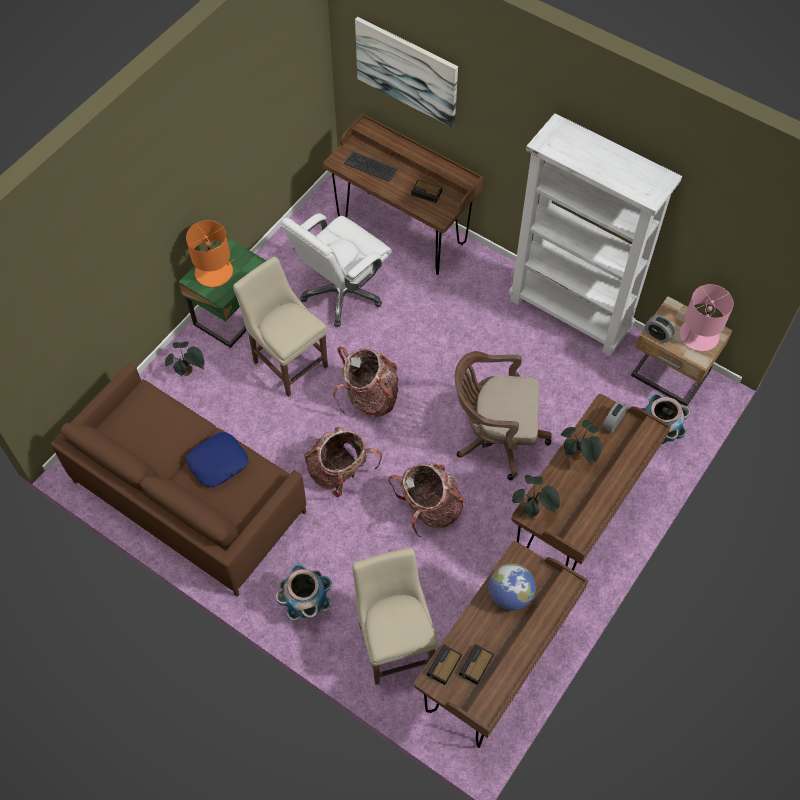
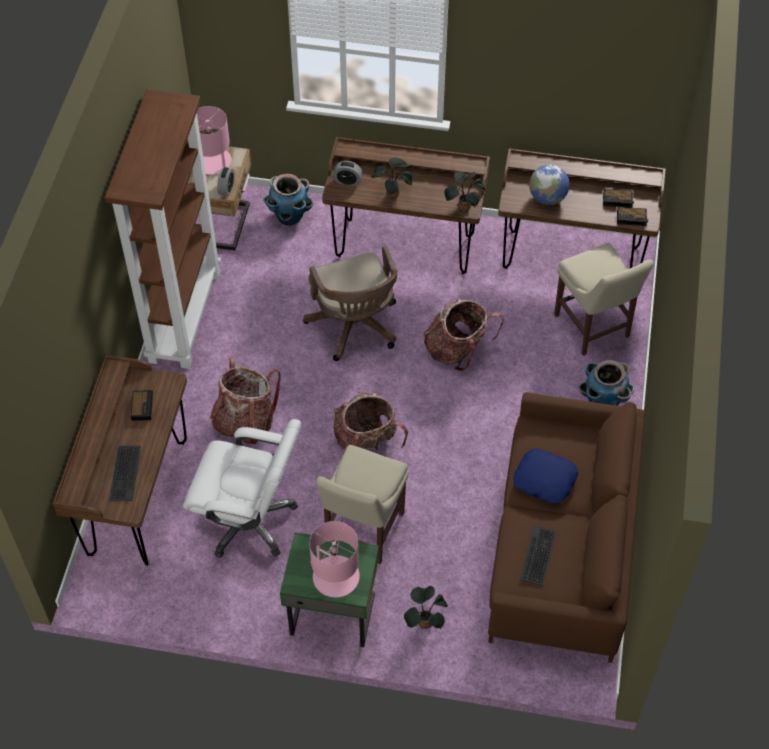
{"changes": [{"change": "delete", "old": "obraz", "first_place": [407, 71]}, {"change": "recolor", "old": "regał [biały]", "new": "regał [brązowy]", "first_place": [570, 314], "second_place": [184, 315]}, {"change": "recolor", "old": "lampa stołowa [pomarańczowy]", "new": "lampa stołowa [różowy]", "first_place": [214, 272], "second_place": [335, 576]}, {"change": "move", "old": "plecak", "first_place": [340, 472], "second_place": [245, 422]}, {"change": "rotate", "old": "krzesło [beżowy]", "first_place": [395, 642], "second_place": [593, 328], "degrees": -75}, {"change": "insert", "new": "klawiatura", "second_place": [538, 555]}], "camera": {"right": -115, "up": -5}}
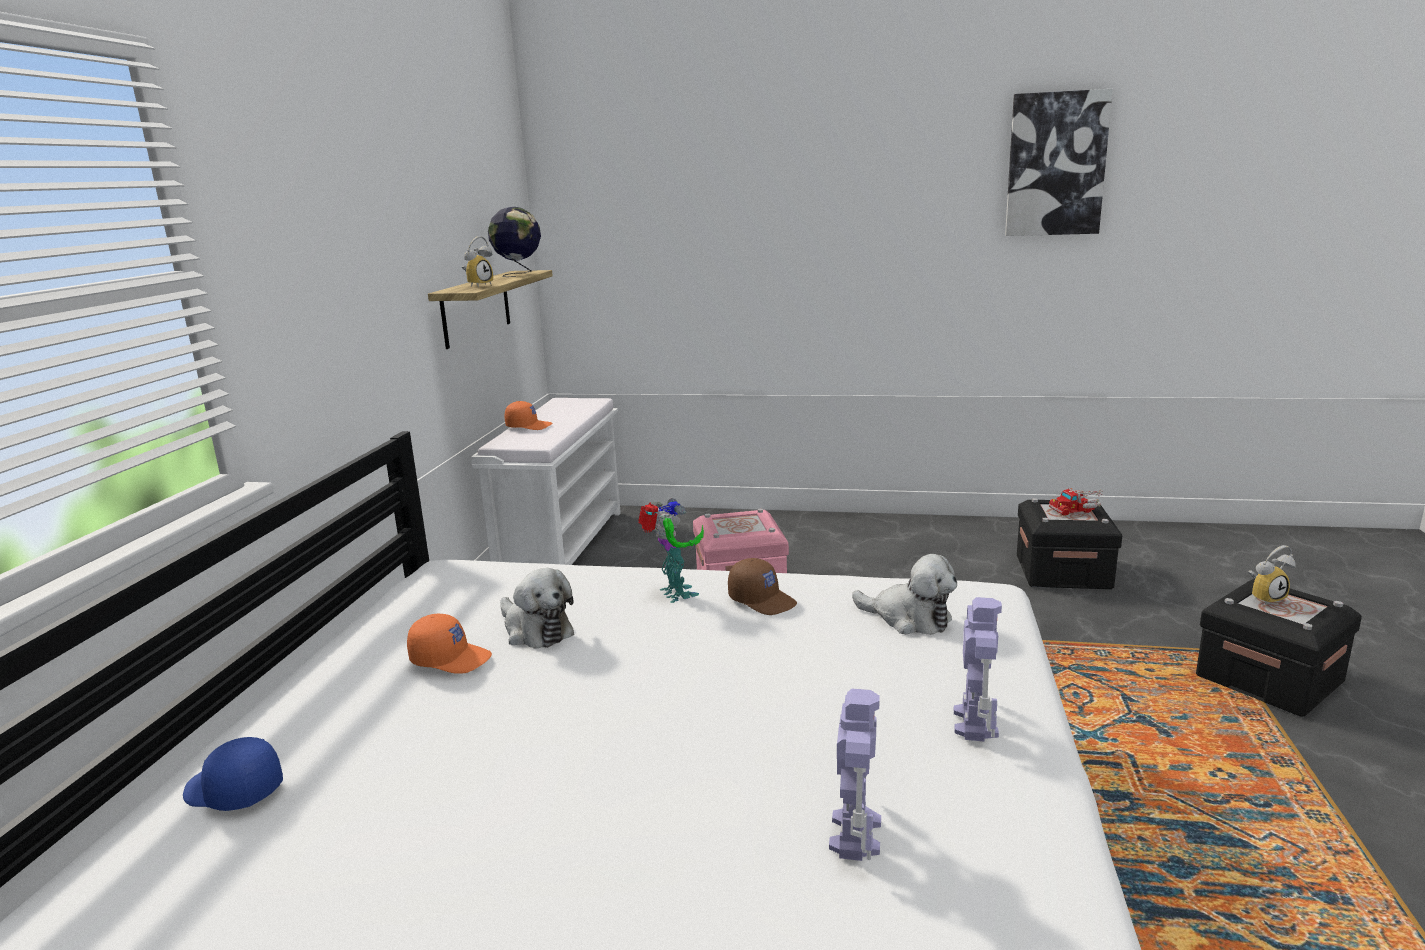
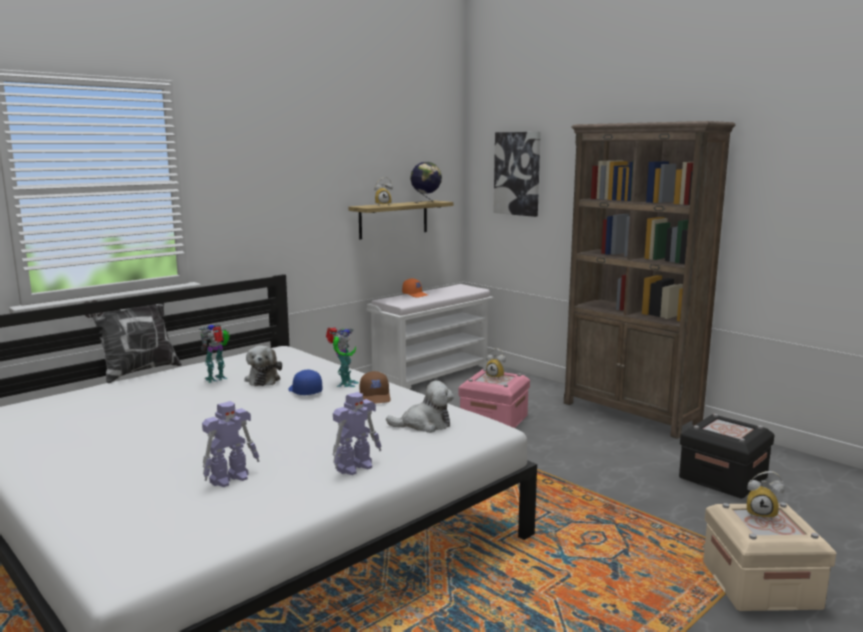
{"changes": [{"change": "move", "old": "obraz", "first_place": [1056, 164], "second_place": [517, 173]}, {"change": "delete", "old": "ciężarówka zabawkowa", "first_place": [1077, 509]}, {"change": "rotate", "old": "pluszak", "first_place": [909, 618], "second_place": [424, 424], "degrees": -75}, {"change": "recolor", "old": "pojemnik do przechowywania [czarny]", "new": "pojemnik do przechowywania [beżowy]", "first_place": [1269, 678], "second_place": [760, 585]}, {"change": "replace", "old": "czapka z daszkiem [pomarańczowy]", "new": "robot zabawkowy", "first_place": [451, 658], "second_place": [217, 379]}, {"change": "move", "old": "czapka z daszkiem [niebieski]", "first_place": [232, 791], "second_place": [304, 391]}, {"change": "insert", "new": "regał [brązowy]", "second_place": [631, 414]}, {"change": "insert", "new": "poduszka", "second_place": [137, 372]}, {"change": "insert", "new": "budzik", "second_place": [496, 376]}], "camera": {"right": 35, "up": -5}}
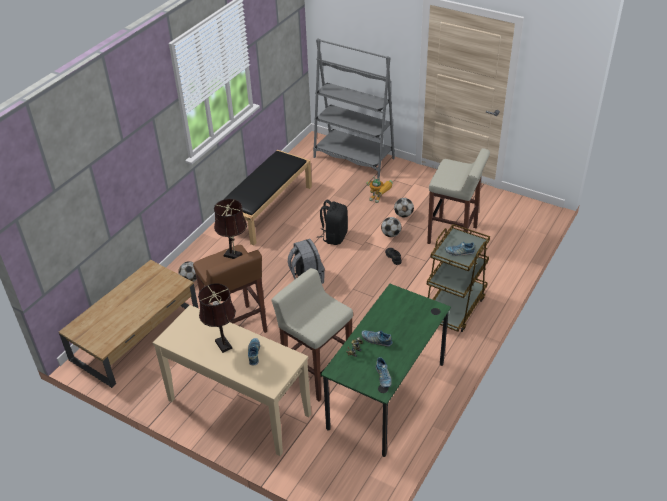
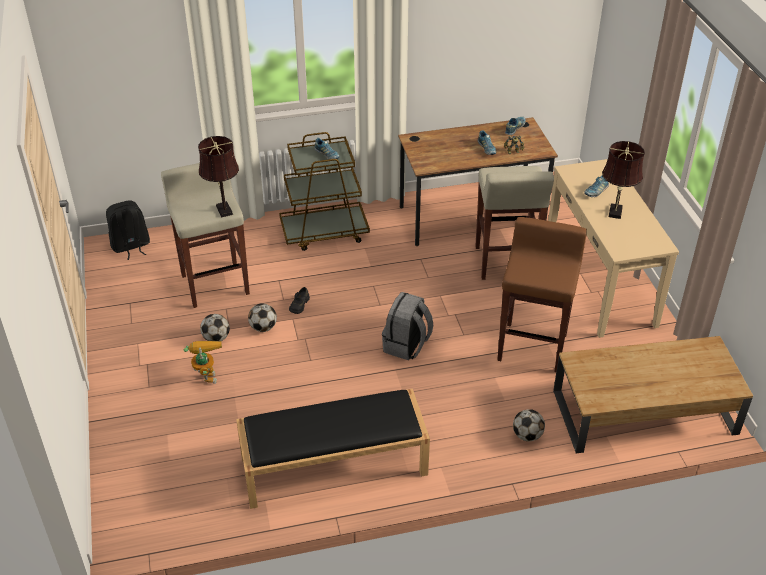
{"changes": [{"change": "delete", "old": "regał [szary]", "first_place": [354, 158]}, {"change": "move", "old": "lampa stołowa [brązowy]", "first_place": [234, 255], "second_place": [223, 209]}, {"change": "move", "old": "plecak [czarny]", "first_place": [334, 236], "second_place": [130, 246]}, {"change": "recolor", "old": "biurko [zielony]", "new": "biurko [brązowy]", "first_place": [386, 395], "second_place": [471, 216]}], "camera": {"right": -135, "up": 0}}
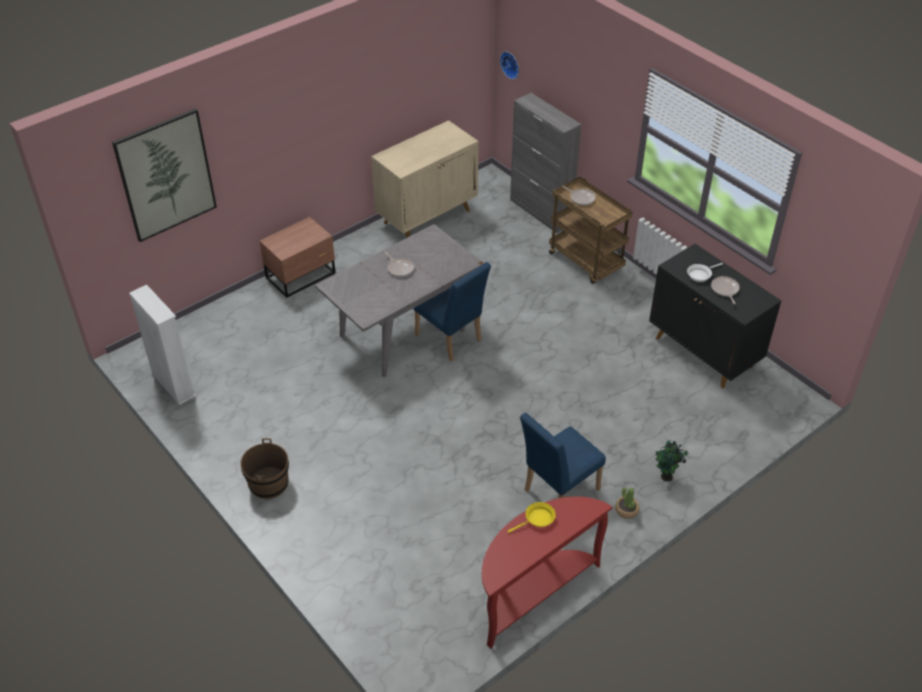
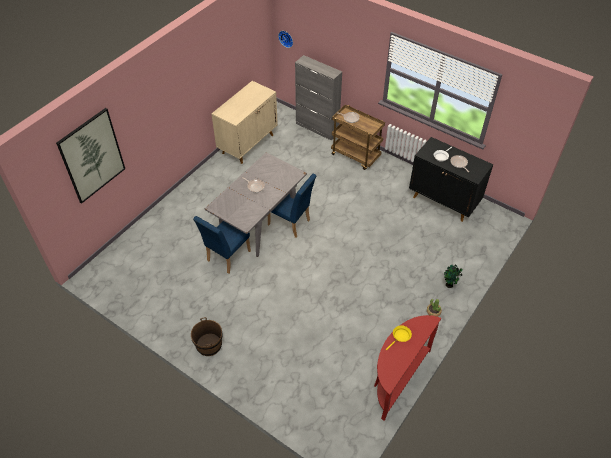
{"changes": [{"change": "delete", "old": "szafka nocna [brązowy]", "first_place": [302, 275]}, {"change": "delete", "old": "regał [biały]", "first_place": [173, 385]}, {"change": "move", "old": "krzesło [niebieski]", "first_place": [557, 492], "second_place": [226, 258]}], "camera": {"right": -15, "up": 5}}
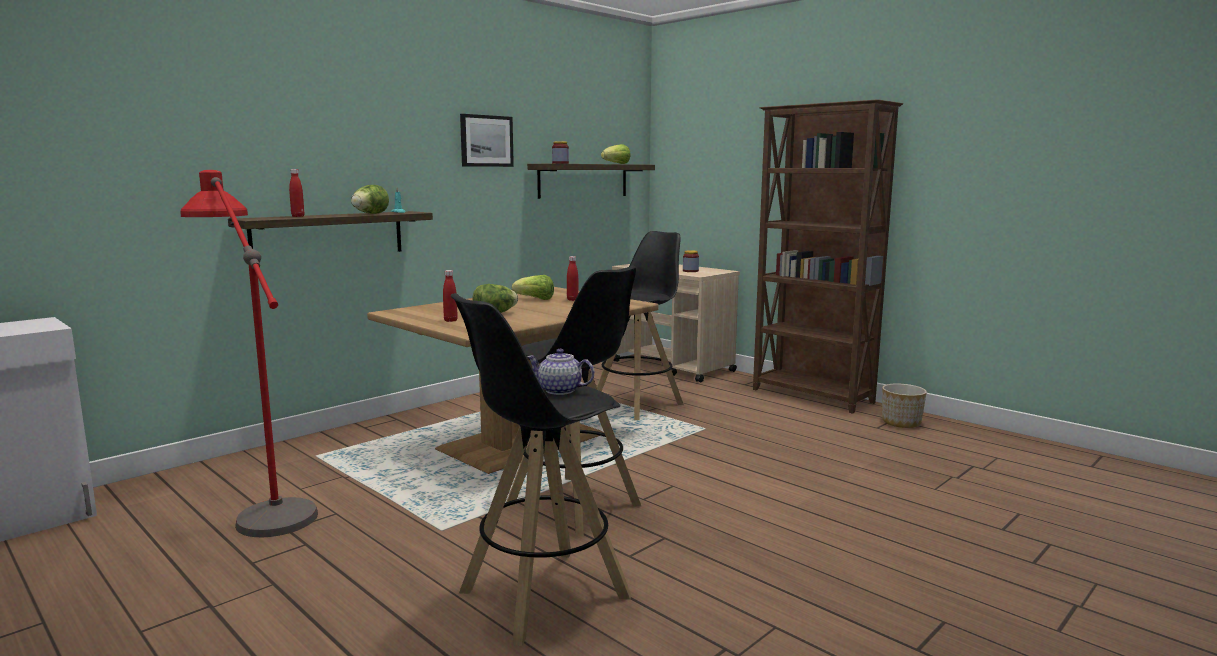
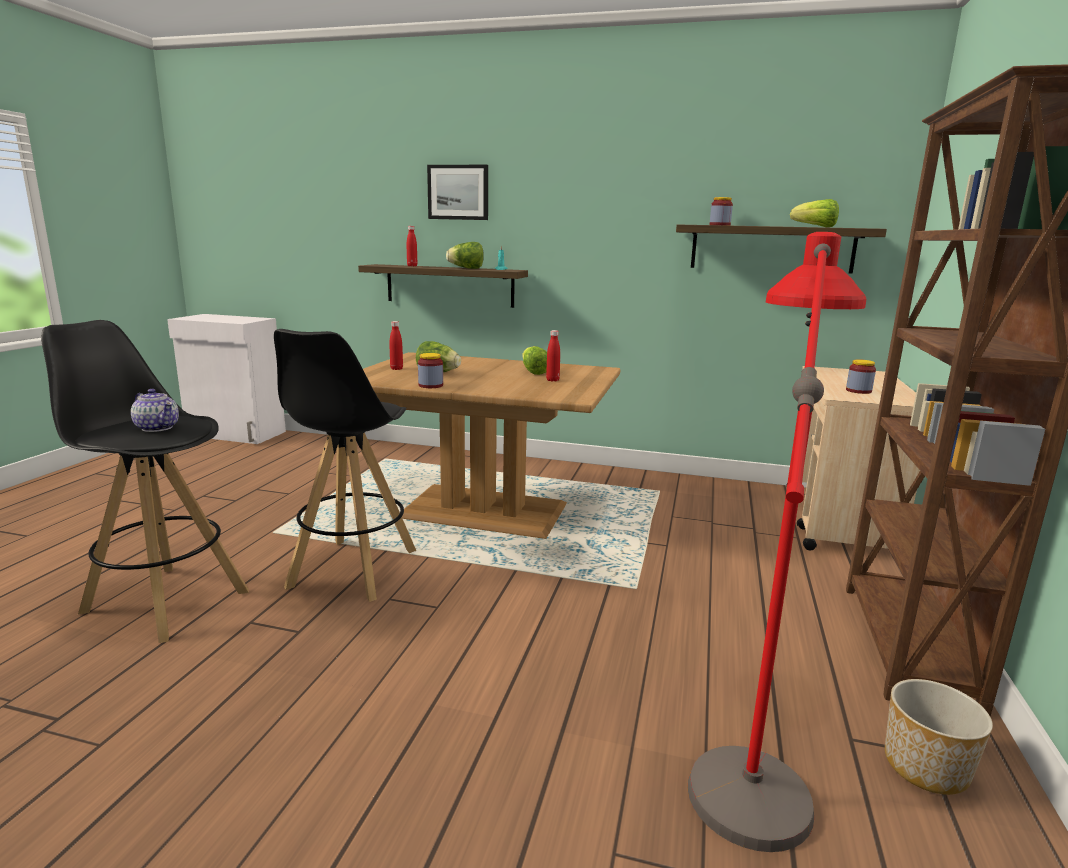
{"changes": [{"change": "move", "old": "obraz", "first_place": [486, 141], "second_place": [458, 192]}, {"change": "move", "old": "lampa stojąca [czerwony]", "first_place": [262, 501], "second_place": [754, 739]}, {"change": "delete", "old": "stołek [czarny]", "first_place": [637, 405]}, {"change": "rotate", "old": "imbryk", "first_place": [560, 390], "second_place": [157, 427], "degrees": 135}, {"change": "insert", "new": "słoik", "second_place": [430, 385]}], "camera": {"right": 60, "up": 5}}
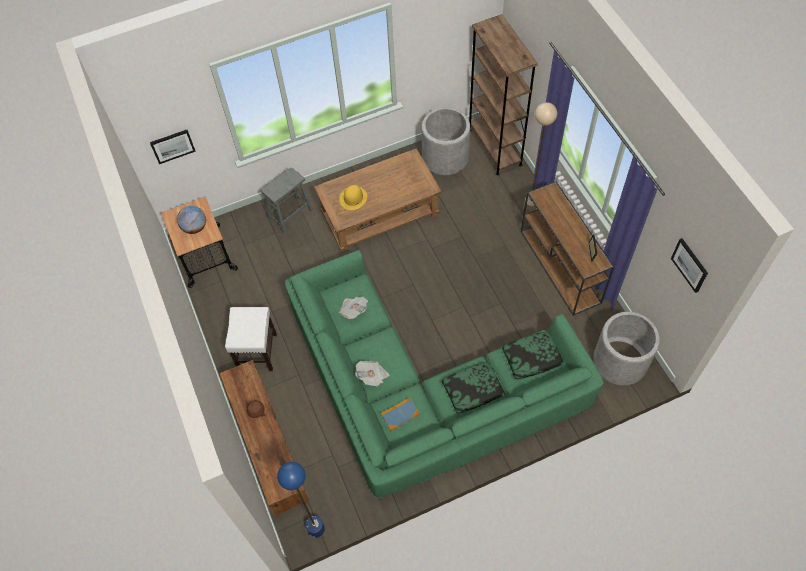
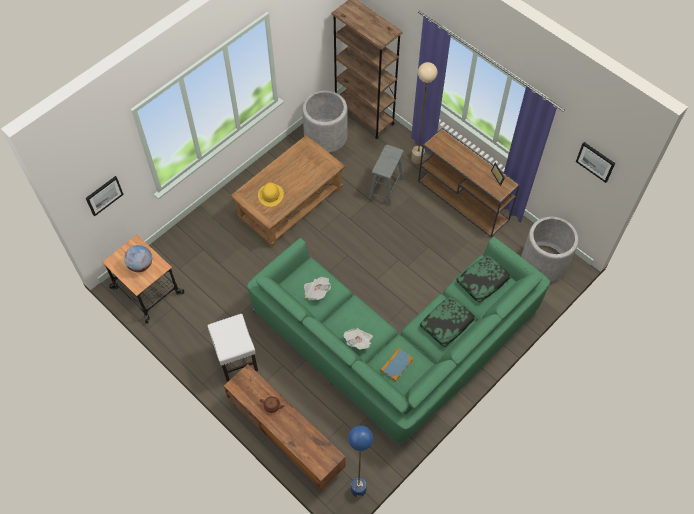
{"changes": [{"change": "move", "old": "stołek [szary]", "first_place": [290, 214], "second_place": [386, 188]}], "camera": {"right": -25, "up": 0}}
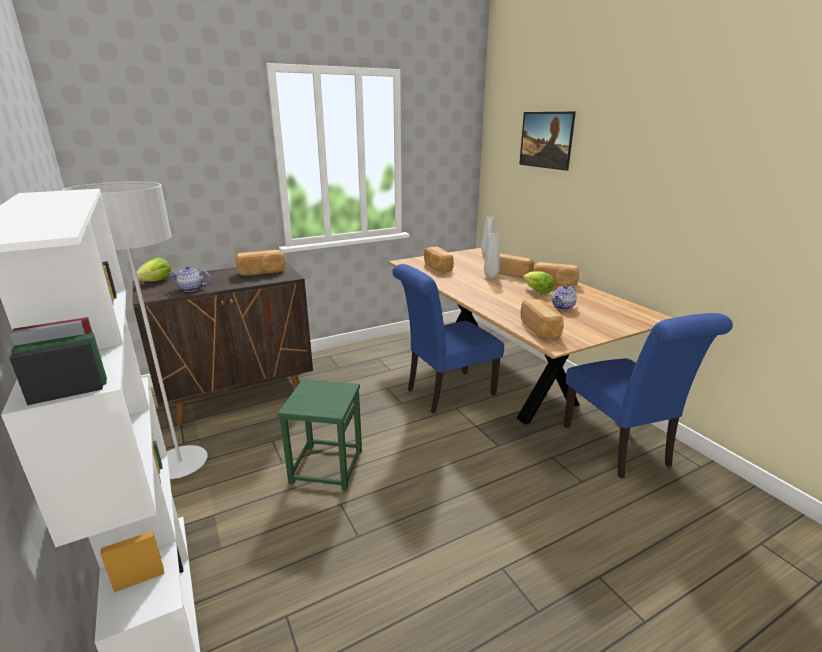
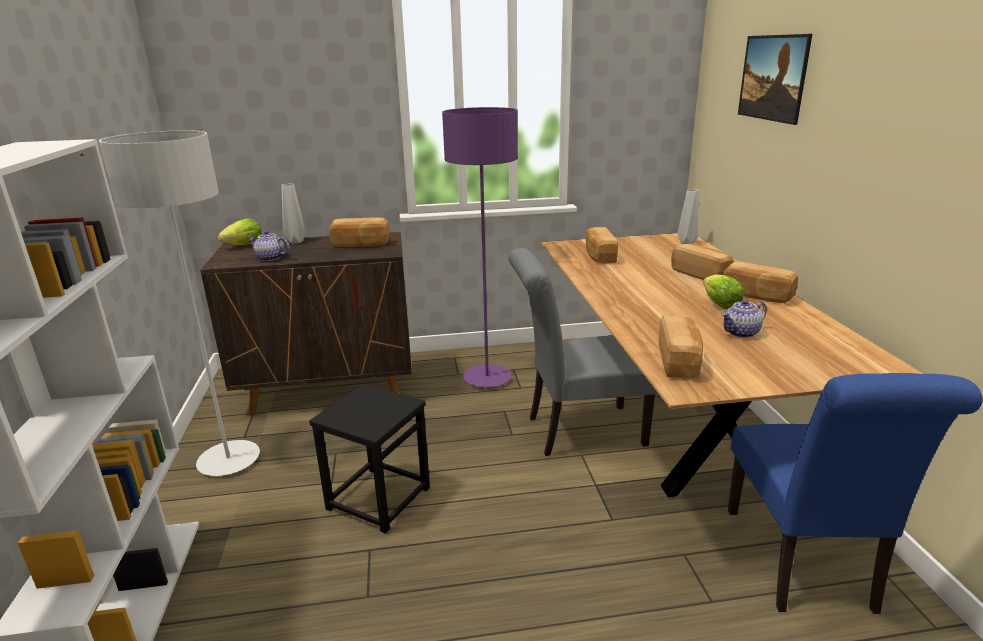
{"changes": [{"change": "move", "old": "wazon [szary]", "first_place": [491, 276], "second_place": [297, 242]}, {"change": "recolor", "old": "krzesło [niebieski]", "new": "krzesło [szary]", "first_place": [445, 393], "second_place": [578, 431]}, {"change": "recolor", "old": "stołek [zielony]", "new": "stołek [czarny]", "first_place": [326, 466], "second_place": [378, 498]}, {"change": "insert", "new": "lampa stojąca [fioletowy]", "second_place": [487, 378]}], "camera": {"right": 20, "up": 0}}
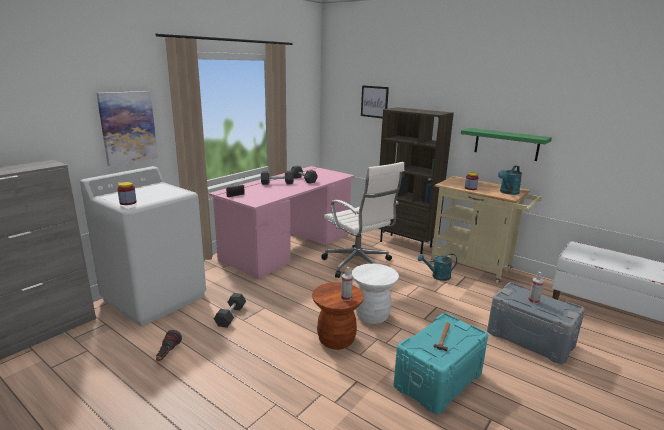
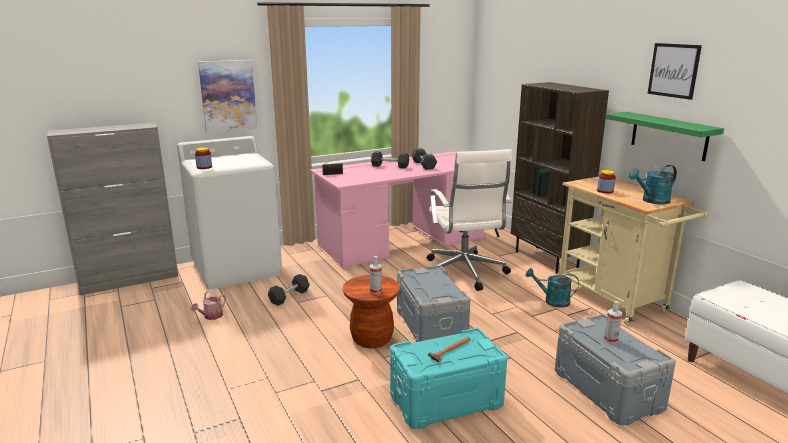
{"changes": [{"change": "move", "old": "obraz", "first_place": [374, 101], "second_place": [673, 70]}, {"change": "replace", "old": "stołek [biały]", "new": "pojemnik do przechowywania [szary]", "first_place": [372, 316], "second_place": [431, 325]}, {"change": "replace", "old": "latarka", "new": "konewka", "first_place": [167, 354], "second_place": [211, 316]}], "camera": {"right": 25, "up": 0}}
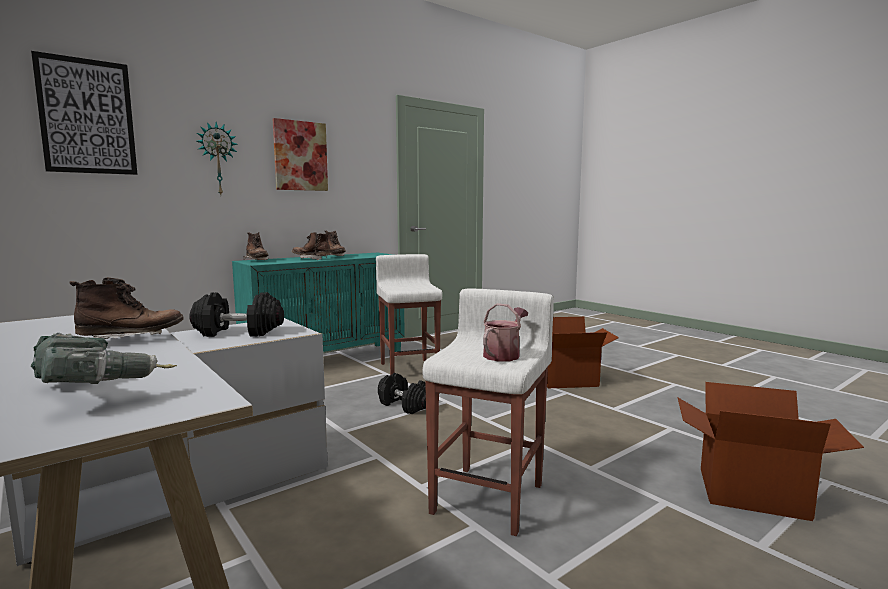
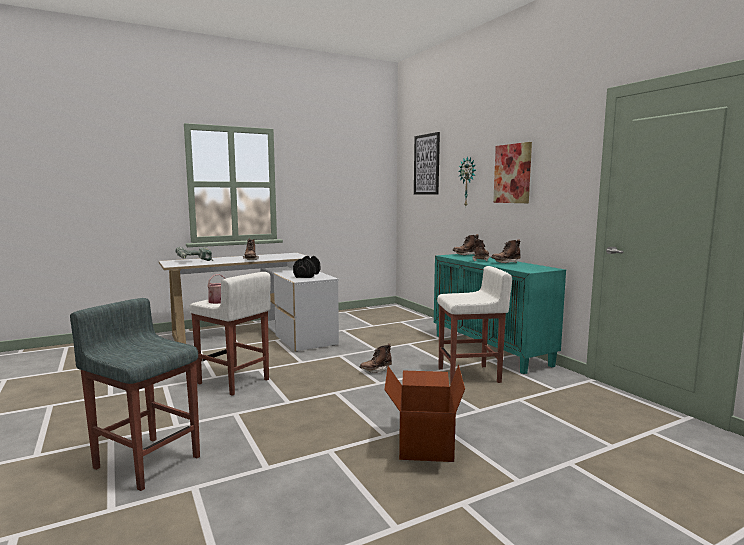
{"changes": [{"change": "replace", "old": "hantel [czarny]", "new": "but z cholewką [brązowy]", "first_place": [405, 405], "second_place": [376, 370]}, {"change": "replace", "old": "karton", "new": "stołek [szary]", "first_place": [751, 492], "second_place": [147, 461]}], "camera": {"right": 100, "up": 0}}
